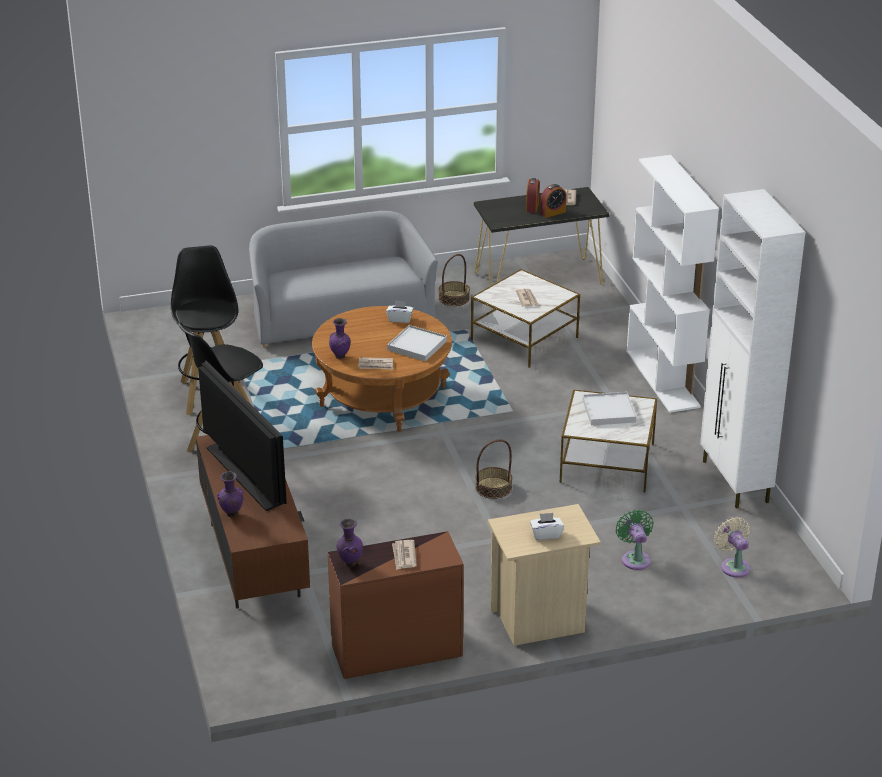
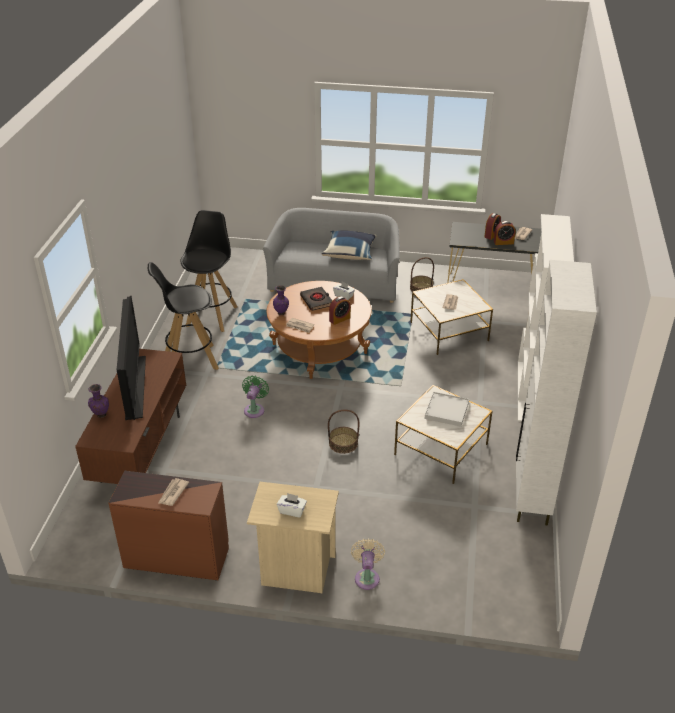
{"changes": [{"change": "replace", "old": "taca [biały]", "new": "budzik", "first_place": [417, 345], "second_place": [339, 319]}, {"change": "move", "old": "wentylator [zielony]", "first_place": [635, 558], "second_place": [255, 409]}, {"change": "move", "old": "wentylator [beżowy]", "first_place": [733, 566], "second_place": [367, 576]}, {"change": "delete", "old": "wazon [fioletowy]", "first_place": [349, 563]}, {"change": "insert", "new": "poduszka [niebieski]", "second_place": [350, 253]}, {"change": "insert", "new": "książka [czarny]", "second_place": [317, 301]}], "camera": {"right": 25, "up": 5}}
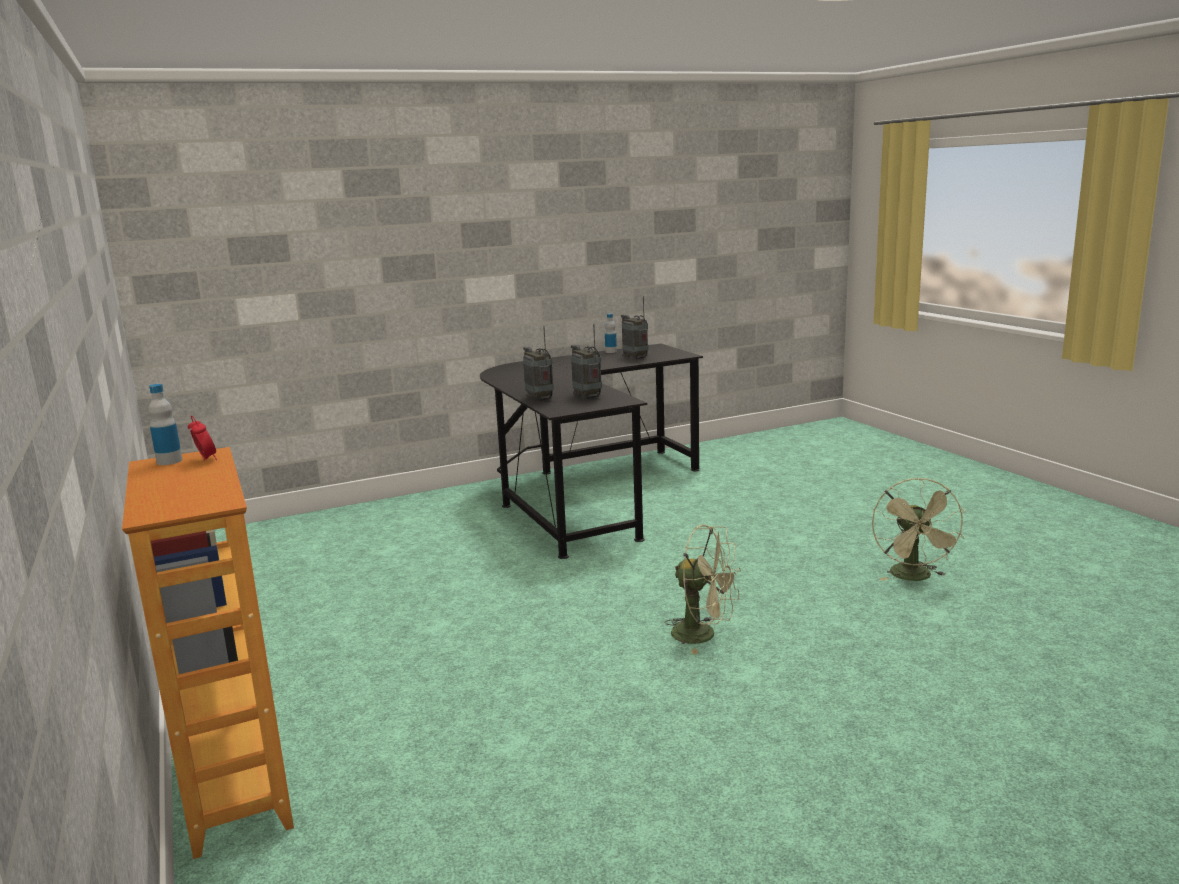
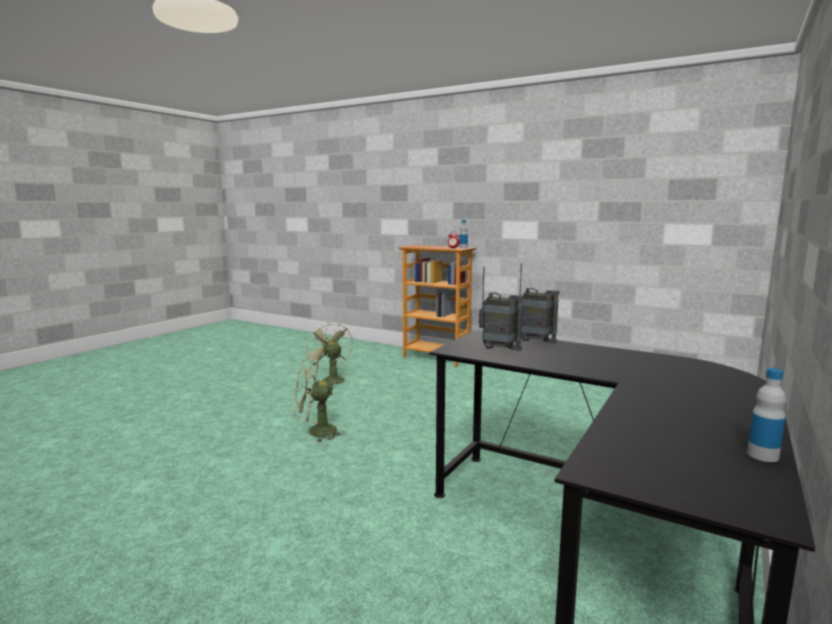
{"changes": [{"change": "delete", "old": "radio", "first_place": [635, 358]}, {"change": "move", "old": "wentylator [zielony]", "first_place": [914, 577], "second_place": [330, 380]}], "camera": {"right": 145, "up": -5}}
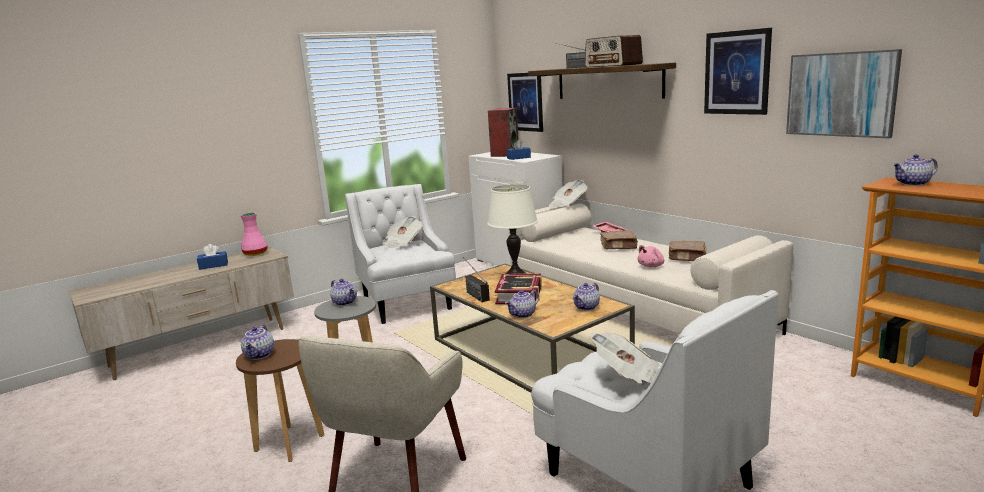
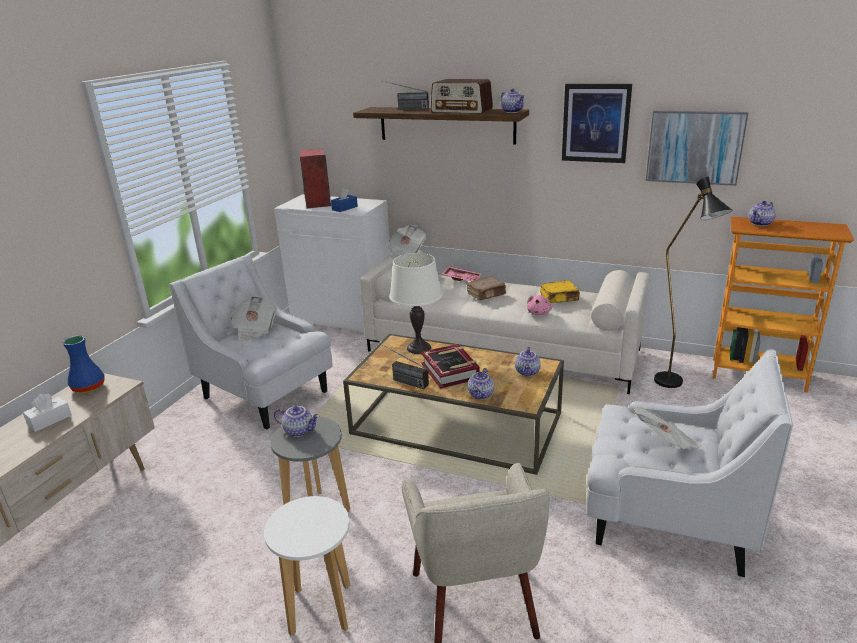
{"changes": [{"change": "delete", "old": "obraz", "first_place": [525, 102]}, {"change": "recolor", "old": "wazon [różowy]", "new": "wazon [niebieski]", "first_place": [255, 254], "second_place": [89, 388]}, {"change": "recolor", "old": "książka [brązowy]", "new": "książka [żółty]", "first_place": [687, 258], "second_place": [559, 298]}, {"change": "recolor", "old": "pudełko chusteczek [niebieski]", "new": "pudełko chusteczek [biały]", "first_place": [213, 265], "second_place": [49, 420]}, {"change": "move", "old": "imbryk", "first_place": [260, 355], "second_place": [512, 111]}, {"change": "recolor", "old": "stołek [brązowy]", "new": "stołek [biały]", "first_place": [290, 443], "second_place": [320, 609]}, {"change": "insert", "new": "lampa stojąca [czarny]", "second_place": [675, 386]}], "camera": {"right": -30, "up": 10}}
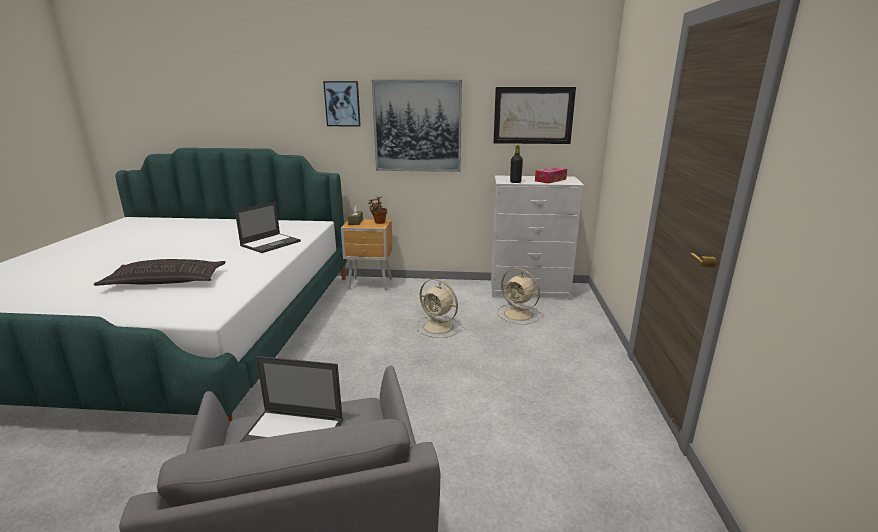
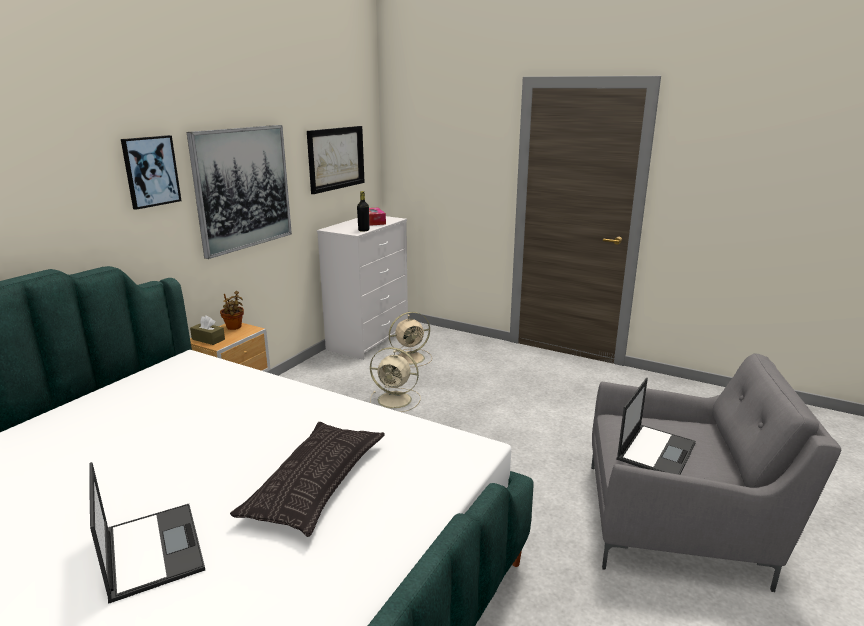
{"changes": [{"change": "move", "old": "laptop", "first_place": [271, 243], "second_place": [152, 549]}, {"change": "rotate", "old": "wentylator [beżowy]", "first_place": [439, 327], "second_place": [396, 400], "degrees": 45}], "camera": {"right": -65, "up": 0}}
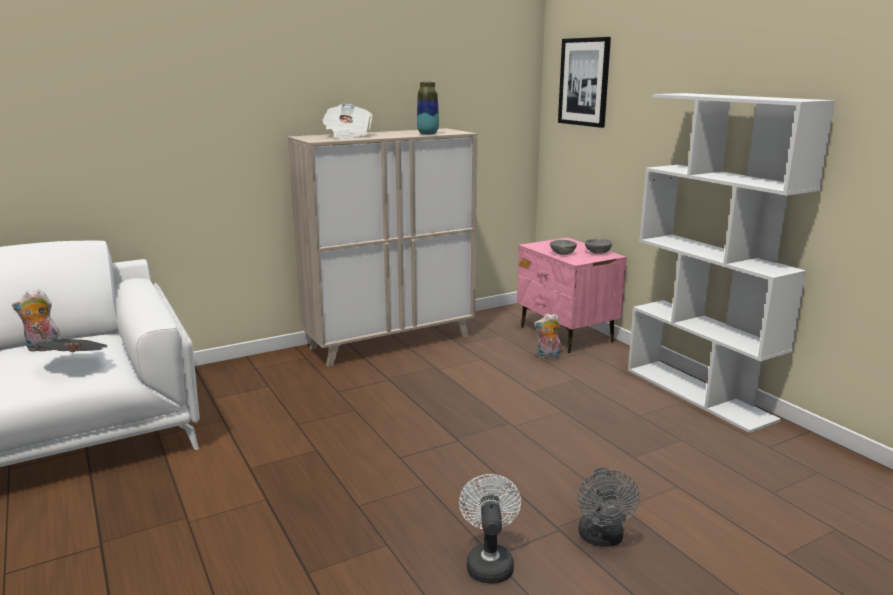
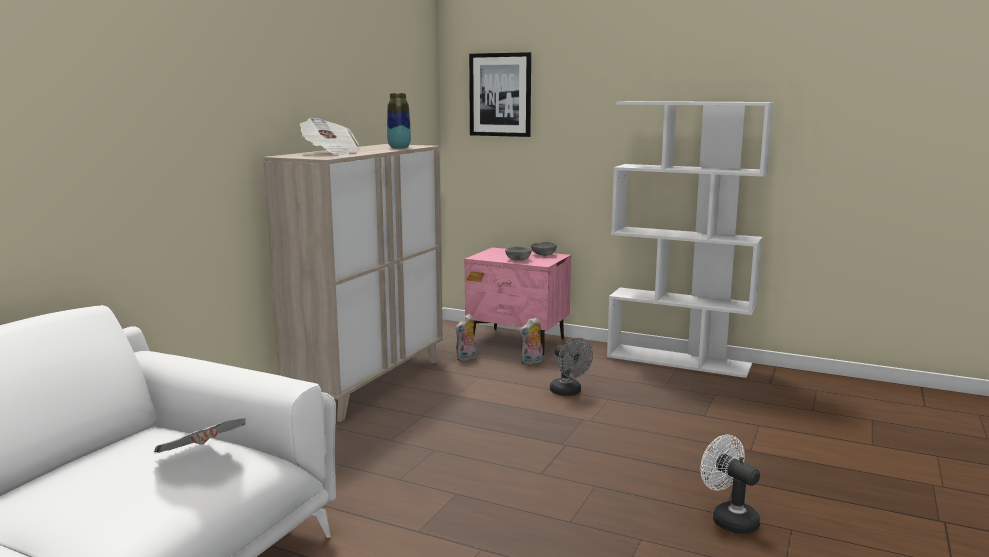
{"changes": [{"change": "move", "old": "pluszak", "first_place": [43, 349], "second_place": [467, 358]}, {"change": "move", "old": "wentylator [szary]", "first_place": [602, 539], "second_place": [569, 392]}], "camera": {"right": -35, "up": -5}}
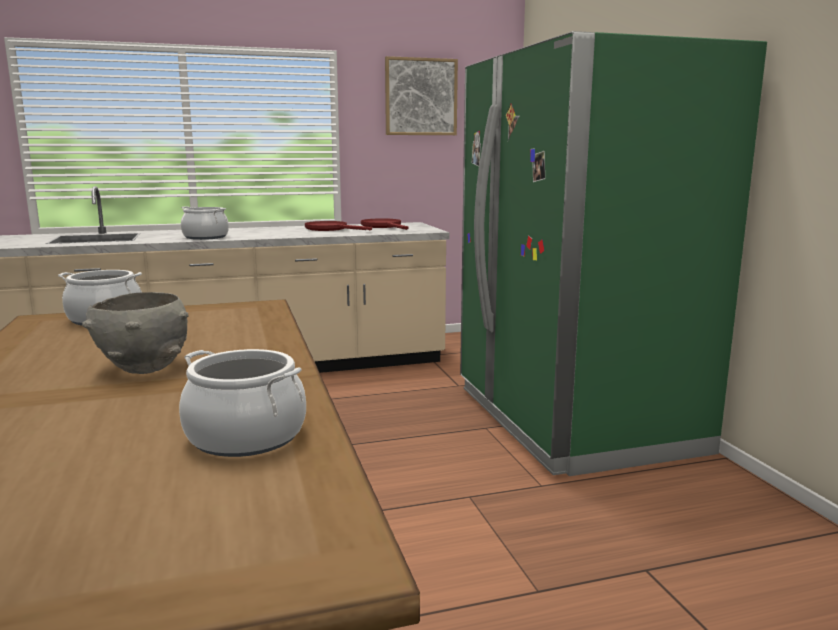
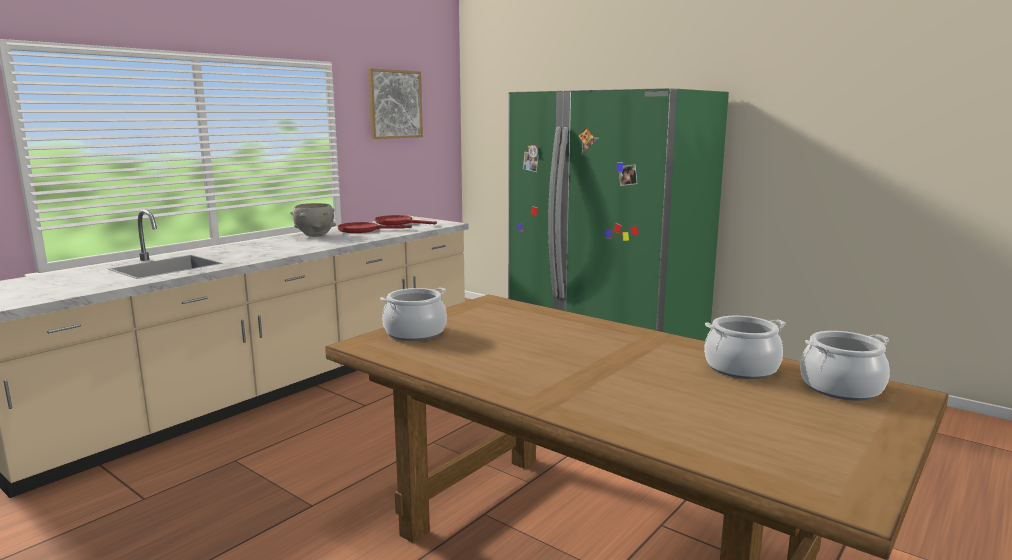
{"changes": [{"change": "move", "old": "garnek", "first_place": [205, 237], "second_place": [841, 388]}, {"change": "move", "old": "miska [szary]", "first_place": [143, 368], "second_place": [314, 235]}], "camera": {"right": -35, "up": 0}}
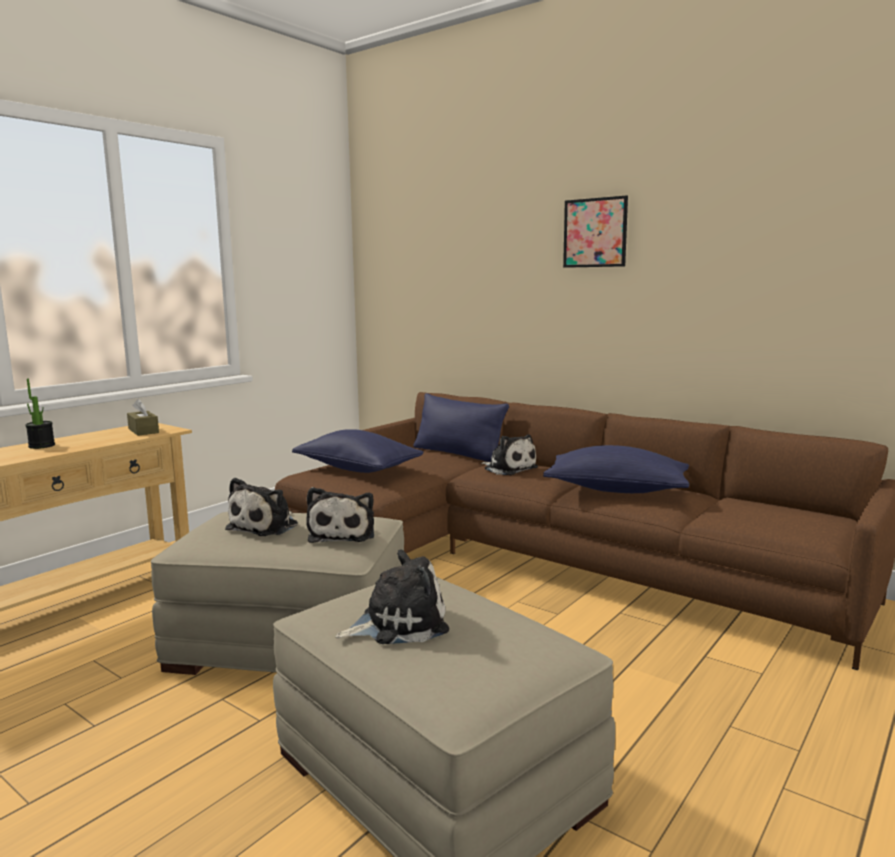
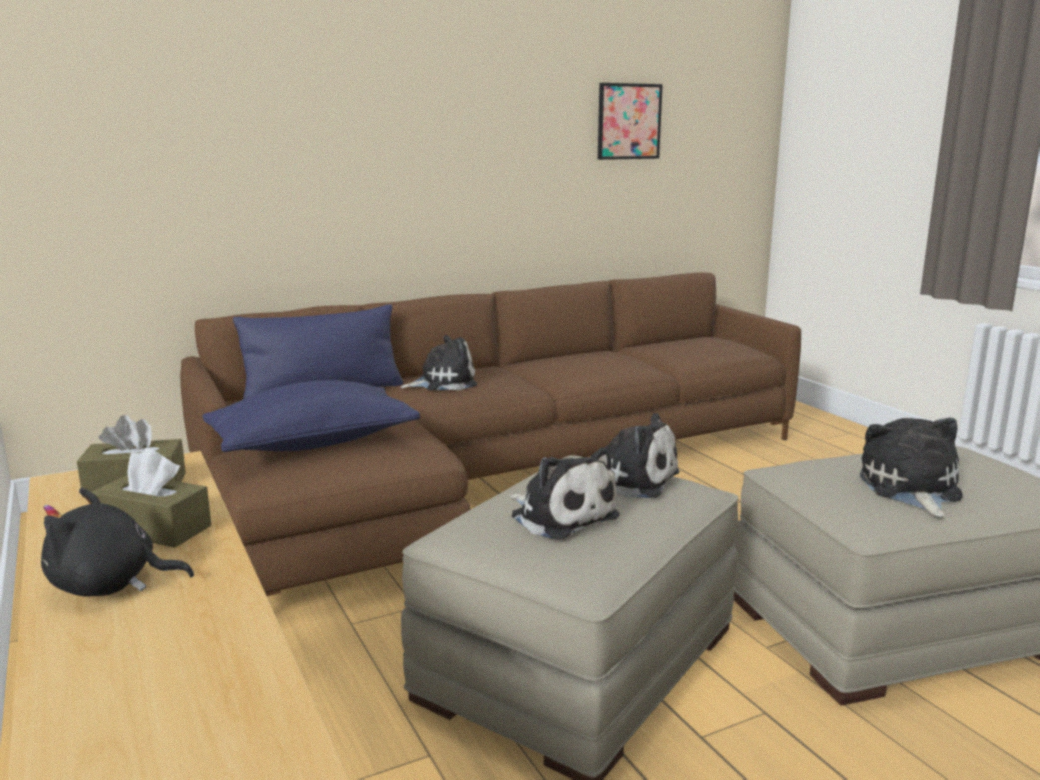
{"changes": [{"change": "move", "old": "obraz", "first_place": [595, 233], "second_place": [629, 121]}, {"change": "replace", "old": "roślina doniczkowa", "new": "pluszak [czarny]", "first_place": [41, 446], "second_place": [110, 585]}, {"change": "delete", "old": "poduszka [niebieski]", "first_place": [616, 490]}, {"change": "insert", "new": "pudełko chusteczek [brązowy]", "second_place": [154, 528]}], "camera": {"right": -65, "up": 5}}
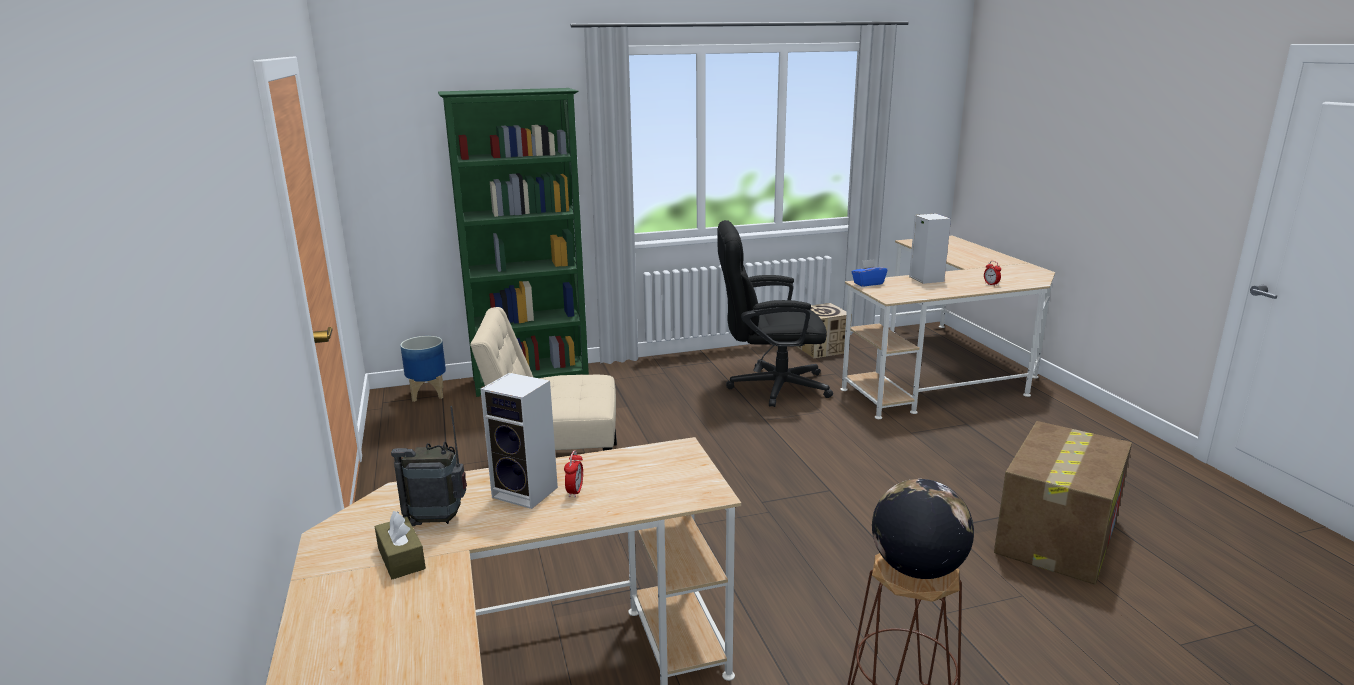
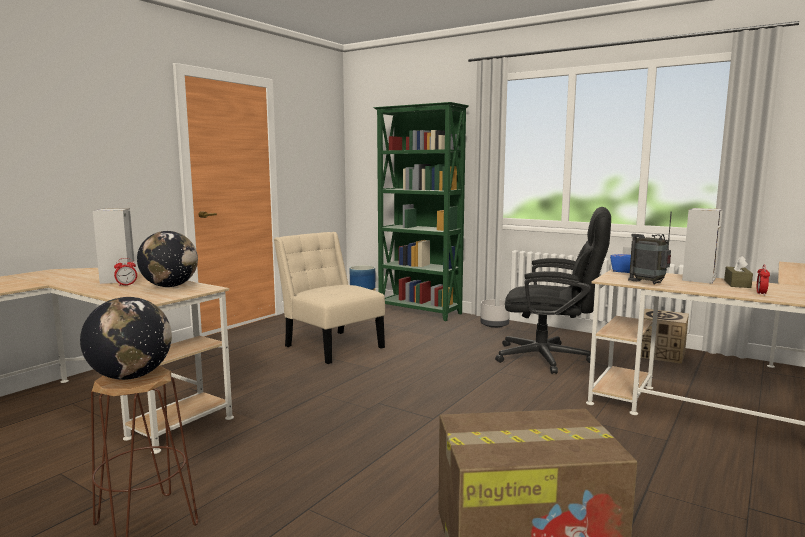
{"changes": [{"change": "rotate", "old": "krzesło biurowe [czarny]", "first_place": [769, 387], "second_place": [552, 358], "degrees": 150}, {"change": "move", "old": "radio", "first_place": [437, 521], "second_place": [648, 283]}, {"change": "move", "old": "pudełko chusteczek [brązowy]", "first_place": [401, 558], "second_place": [737, 284]}, {"change": "insert", "new": "globus", "second_place": [170, 286]}, {"change": "insert", "new": "donica [szary]", "second_place": [495, 325]}], "camera": {"right": 50, "up": -10}}
